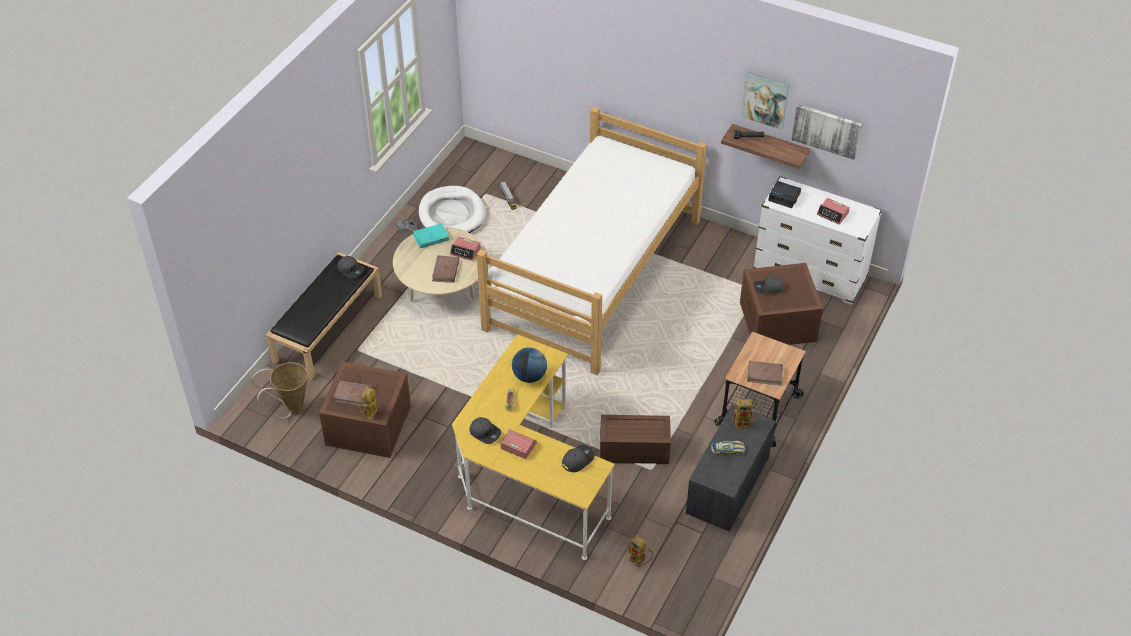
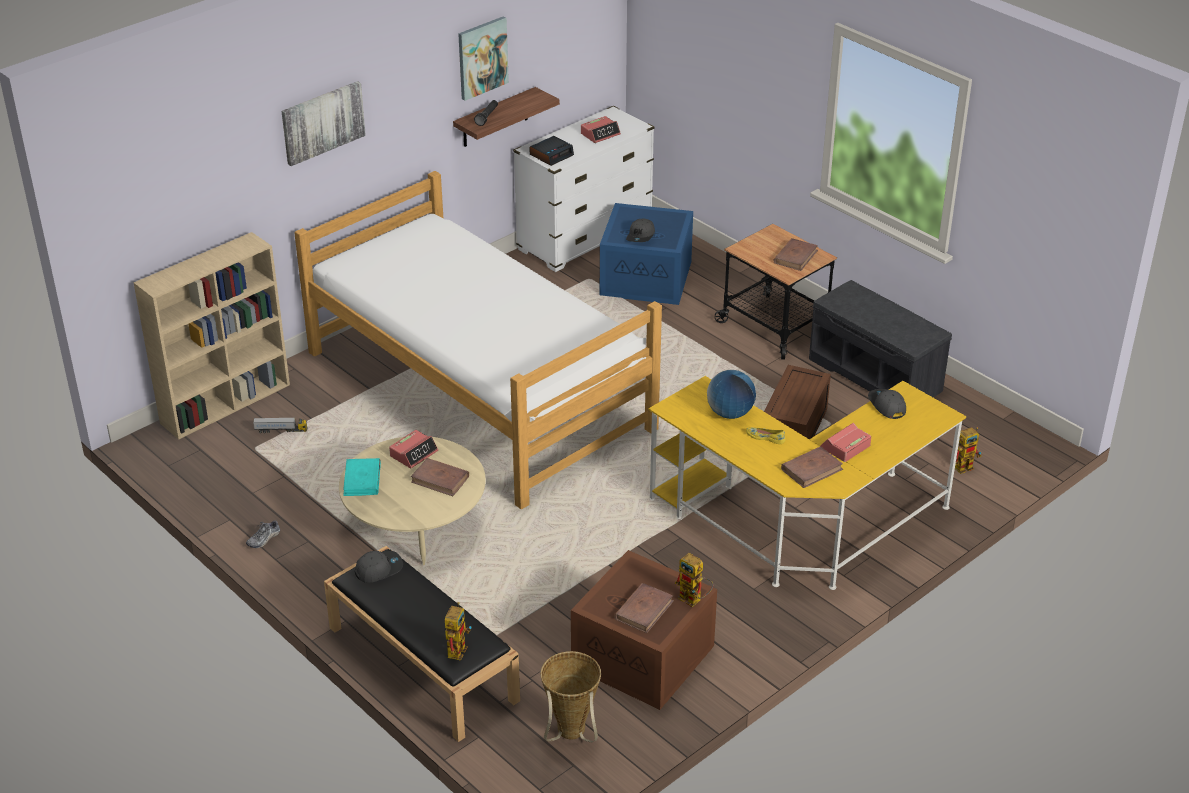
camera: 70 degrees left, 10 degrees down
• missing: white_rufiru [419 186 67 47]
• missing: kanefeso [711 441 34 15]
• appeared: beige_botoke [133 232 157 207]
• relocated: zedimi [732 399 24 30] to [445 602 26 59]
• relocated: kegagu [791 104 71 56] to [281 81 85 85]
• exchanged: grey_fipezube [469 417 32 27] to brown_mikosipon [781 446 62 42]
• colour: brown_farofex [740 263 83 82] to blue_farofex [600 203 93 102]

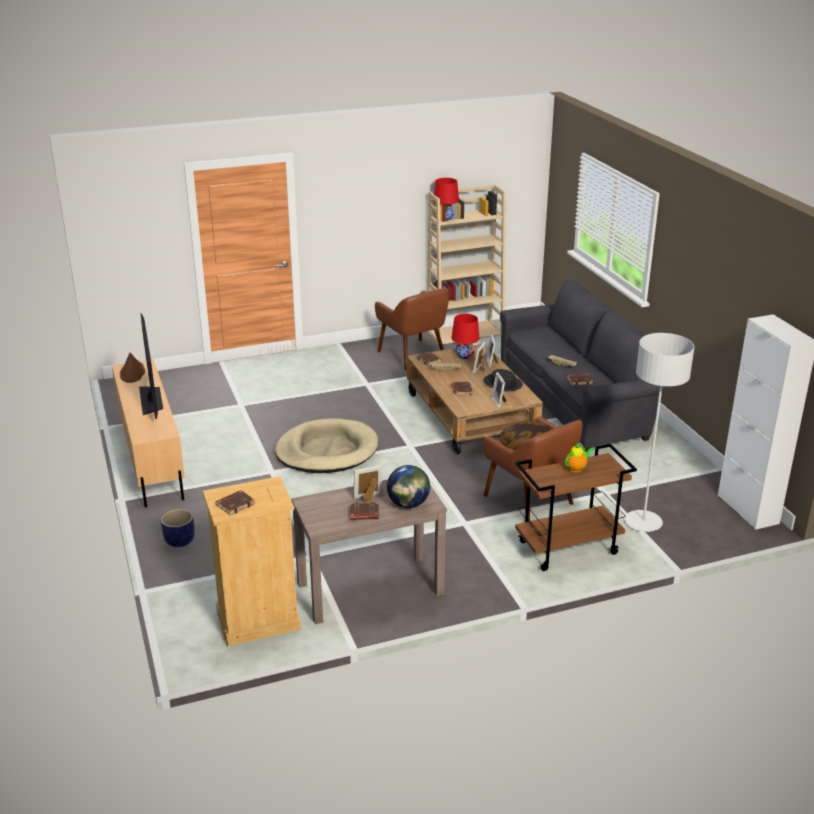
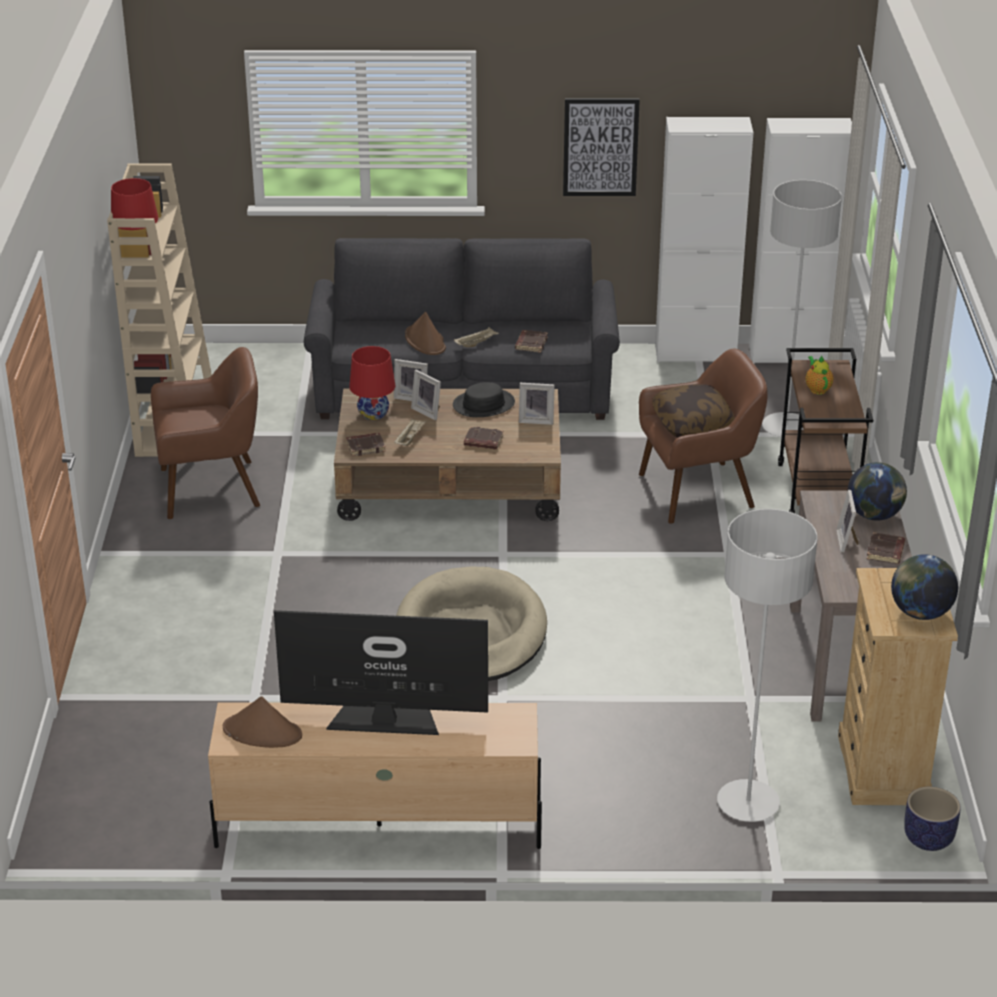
camera: 70 degrees left, 5 degrees up
• appeared: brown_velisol [405 312 41 43]
• appeared: kegagu [563 98 77 98]
• appeared: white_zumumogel [655 117 98 245]
• appeared: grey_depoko [717 509 101 313]
• relocated: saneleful [161 509 34 38] to [904 787 57 64]
• exchanged: brown_mikosipon [216 490 39 26] to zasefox [891 554 67 66]

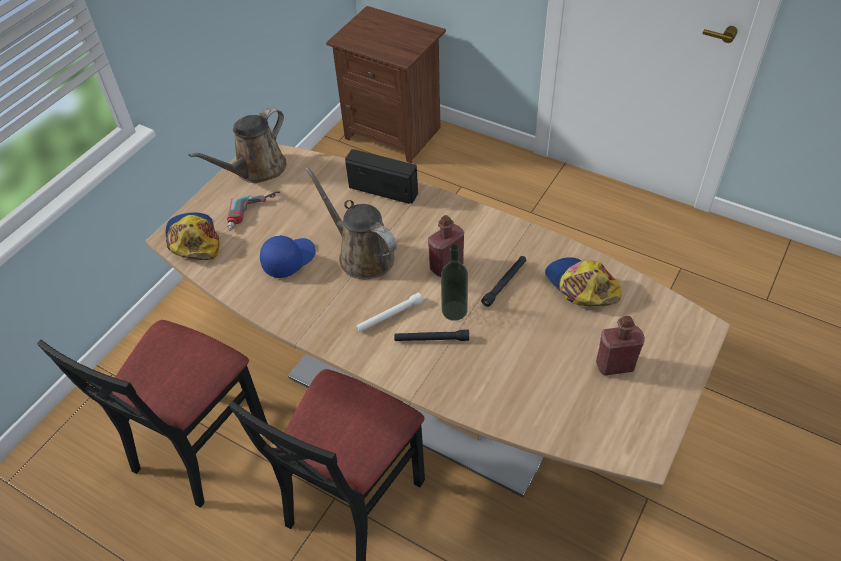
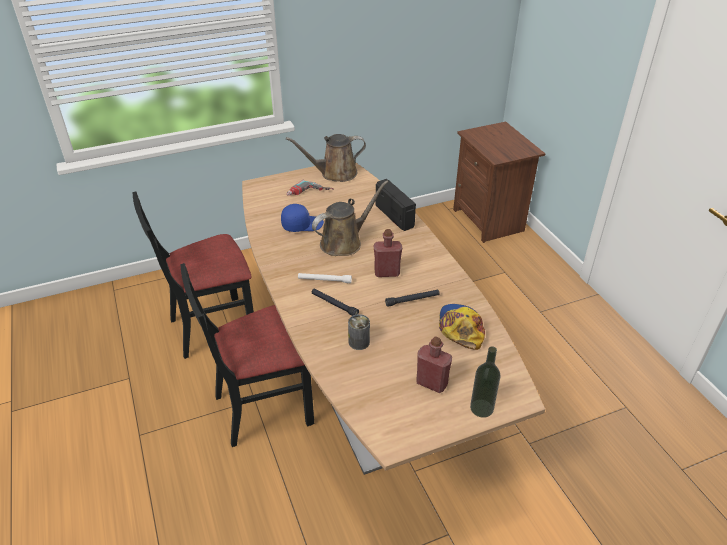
camera: 35 degrees right, 10 degrees down
• missing: fipezube [165 212 54 48]
• appeared: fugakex [348 314 22 36]
• relocated: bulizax [441 244 27 77] to [470 346 30 72]
• spun: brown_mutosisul [305 167 92 112] = [312 181 76 75] 60 degrees clockwise

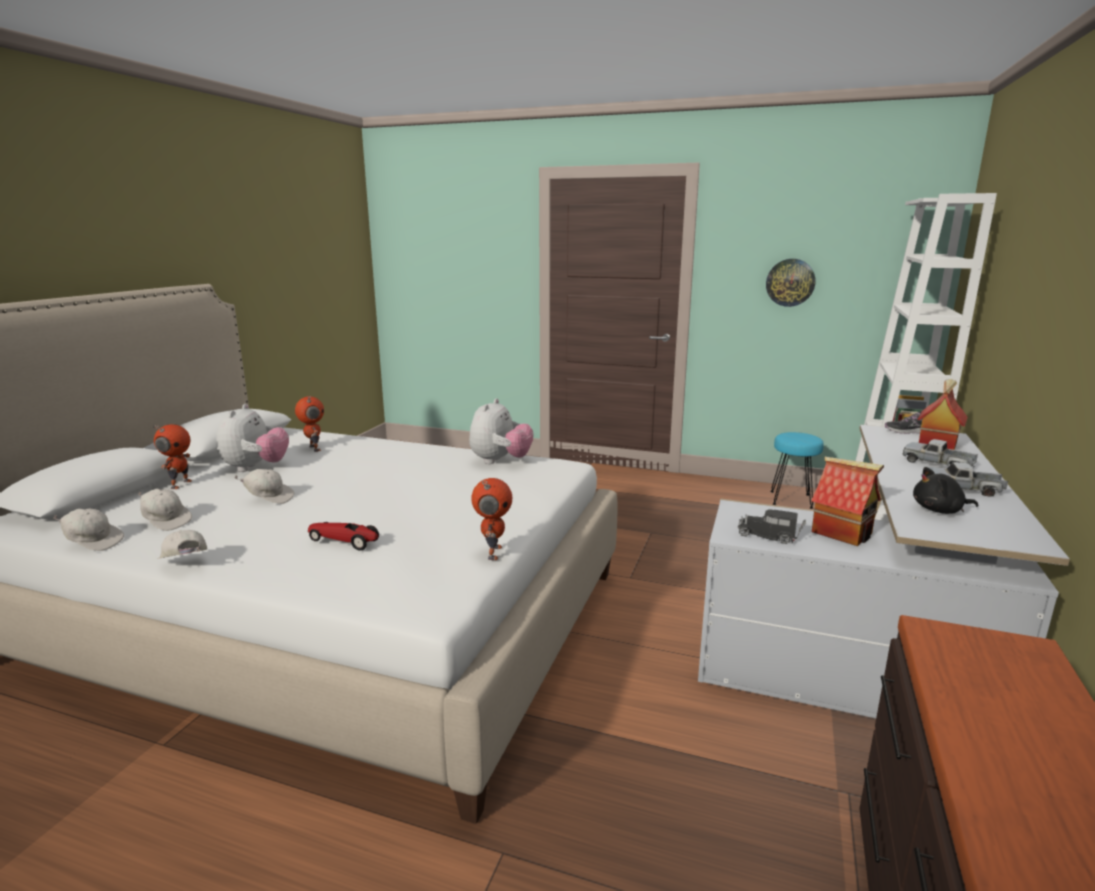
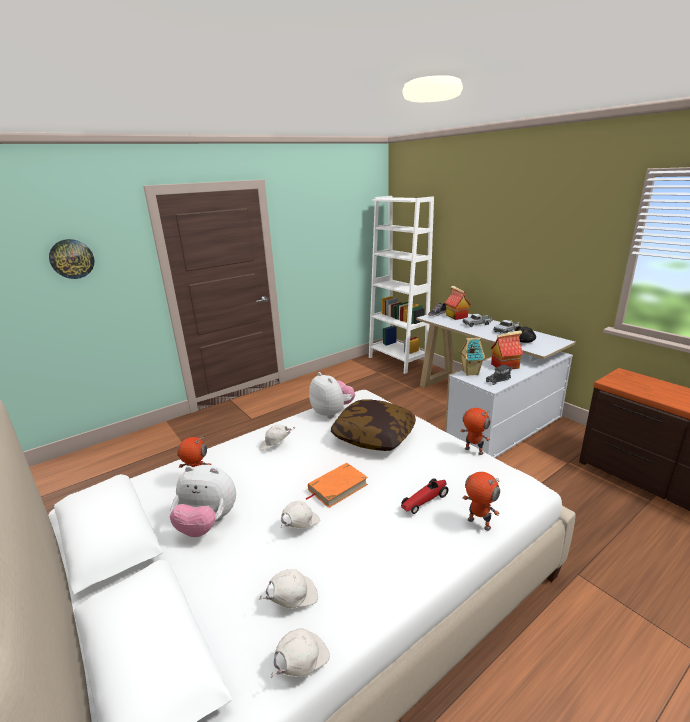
camera: 55 degrees left, 5 degrees up
• missing: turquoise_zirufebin [770 432 54 77]
• appeared: orange_mikosipon [306 463 62 45]
• appeared: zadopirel [331 400 85 51]
• appeared: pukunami [460 337 25 39]
• relocated: zedimi [153 424 39 65] to [462 472 38 59]
• relocated: white_fipezube [157 530 51 29] to [260 425 35 26]
• relocated: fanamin [766 259 50 48] to [49 239 45 40]
• spun: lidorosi [216 404 73 68] = [170 465 66 72] 150 degrees clockwise

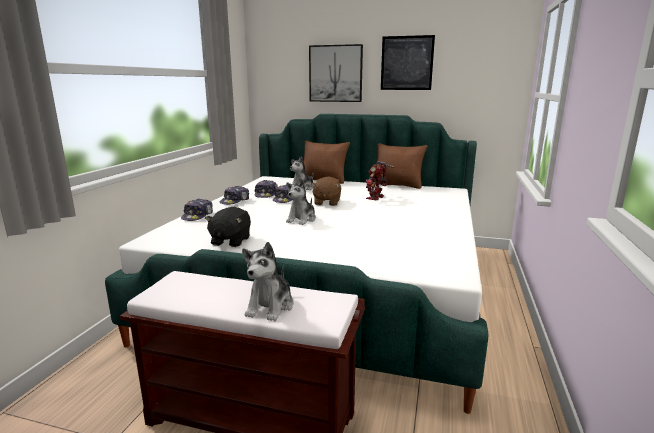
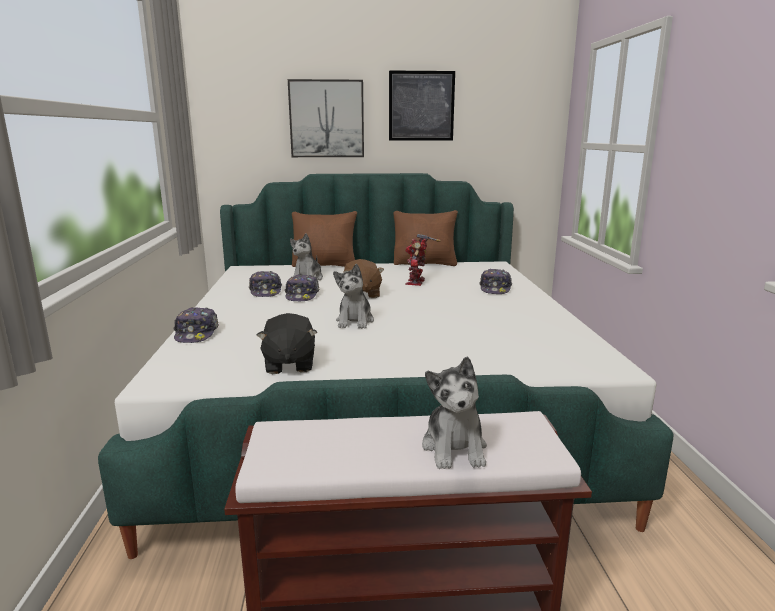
camera: 20 degrees left, 0 degrees up
• relocated: fipezube [220 186 29 19] to [480 269 32 25]

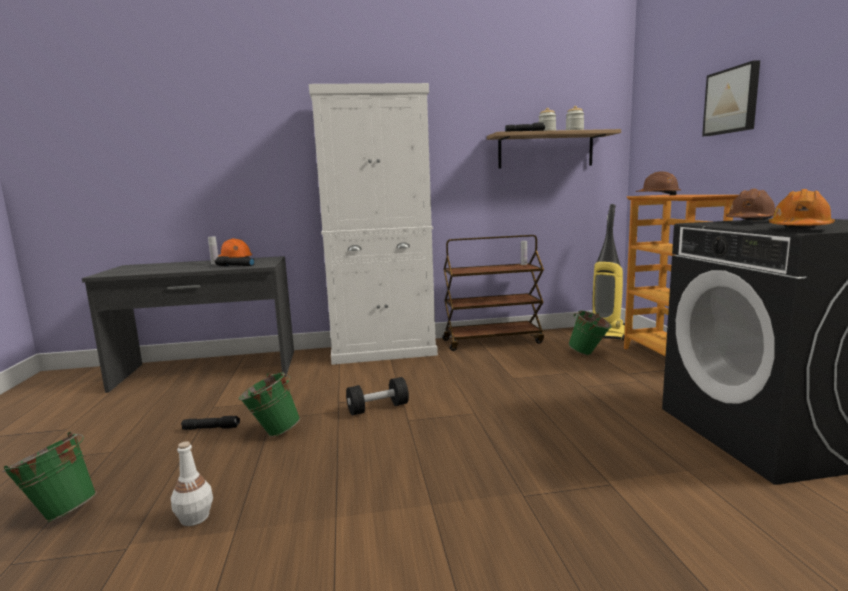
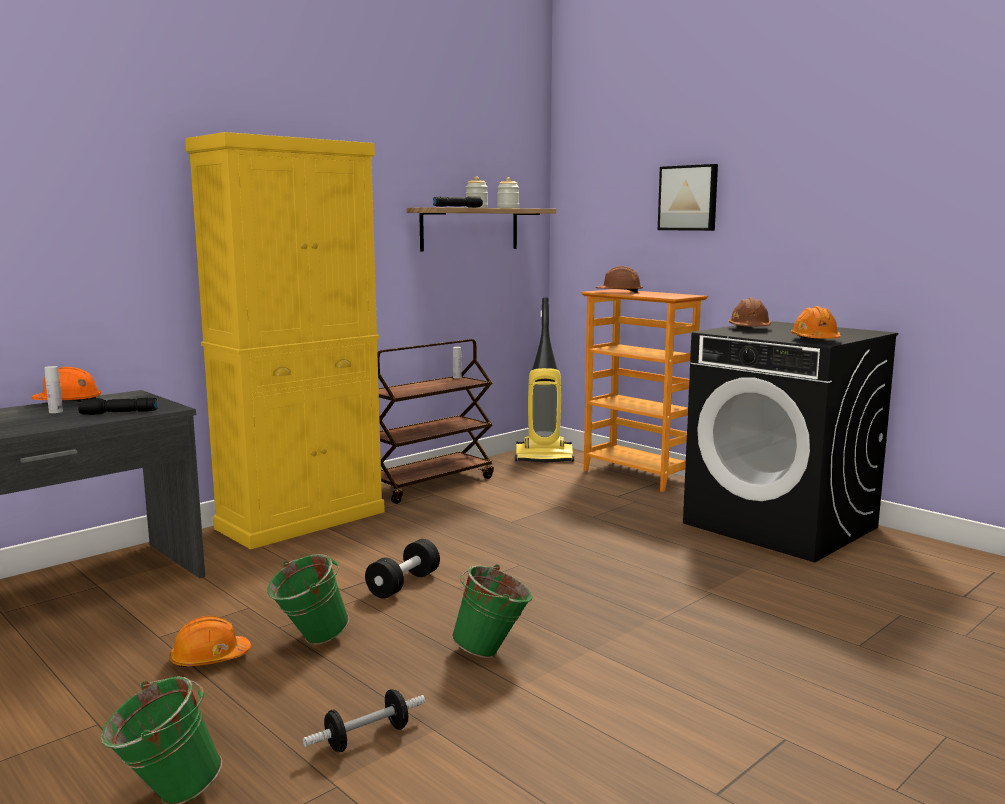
camera: 35 degrees left, 0 degrees up
• relocated: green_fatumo [568 310 44 45] to [451 564 82 94]
• exchanged: white_bulizax [171 441 42 85] to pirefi [303 689 123 63]
• exchanged: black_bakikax [181 416 59 14] to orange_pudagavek [169 616 82 51]
• colour: white_zumumogel [309 83 129 282] to yellow_zumumogel [185 132 200 417]

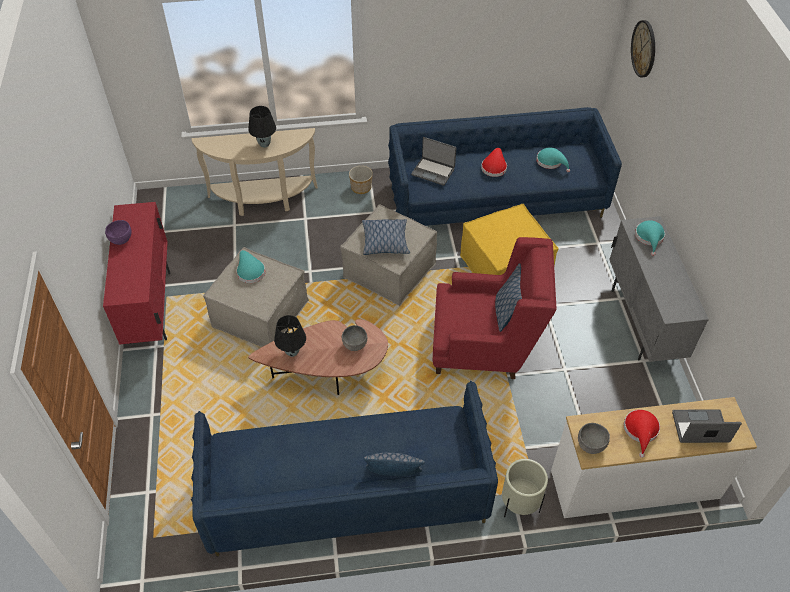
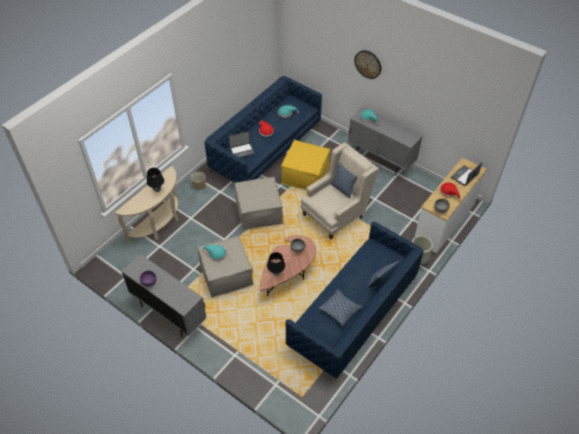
camera: 45 degrees left, 0 degrees up
• relocated: zadopirel [362 219 48 36] to [318 289 44 38]
• relocated: fanamin [631 20 24 57] to [354 50 27 29]
• colour: red_zumumogel [103 202 67 143] to grey_zumumogel [121 254 86 83]
• colour: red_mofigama [433 237 124 142] to beige_mofigama [301 142 78 97]

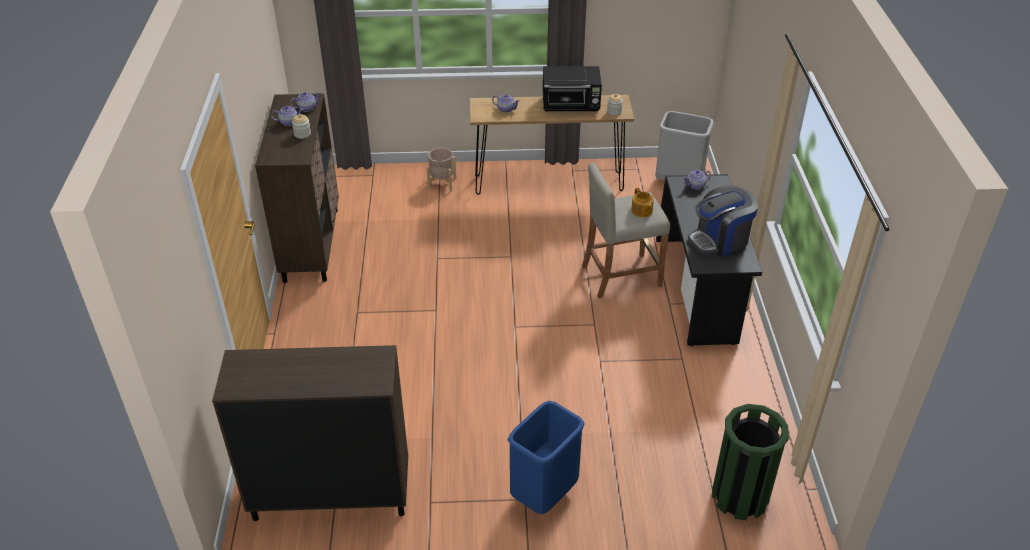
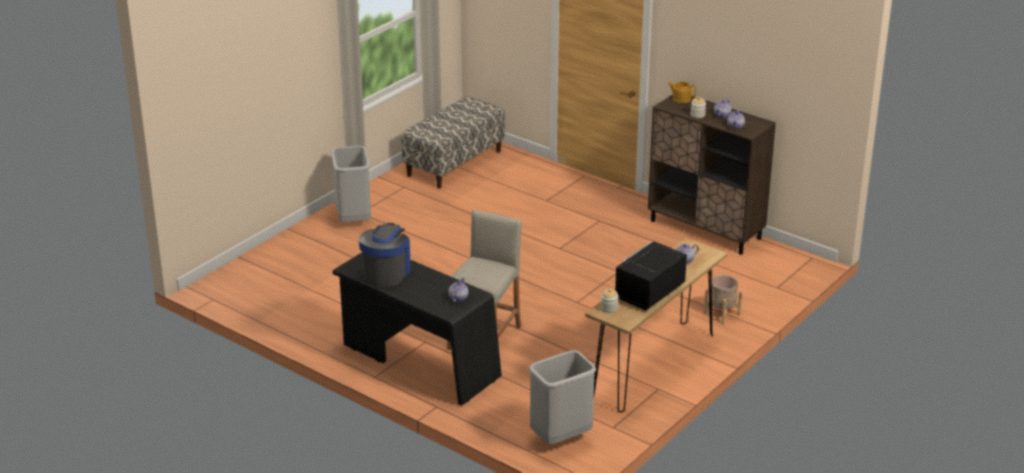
camera: 130 degrees right, 10 degrees down
• missing: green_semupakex [712 404 77 116]
• relocated: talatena [631 187 23 30] to [668 81 28 22]
• exchanged: brown_zumumogel [212 345 196 176] to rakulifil [402 96 103 93]
• colour: blue_semupakex [508 401 77 113] to grey_semupakex [331 146 40 76]

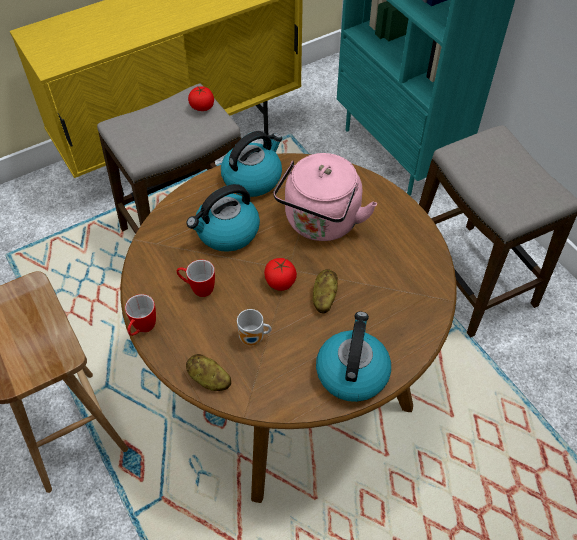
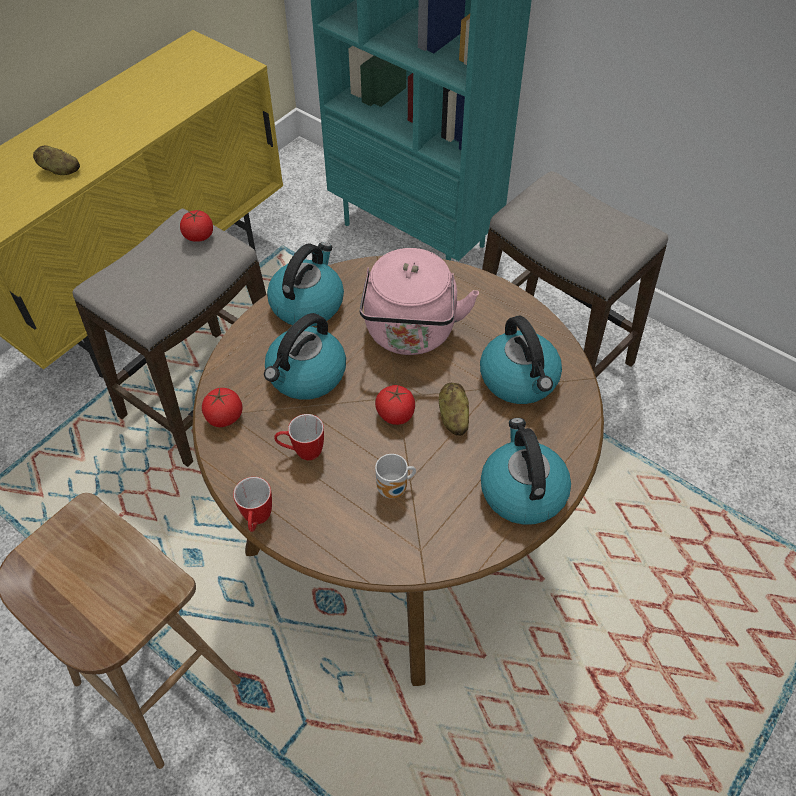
camera: 20 degrees left, 0 degrees up
• appeared: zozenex [202 388 41 39]
• appeared: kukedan [480 316 82 88]
• relocated: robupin [186 354 45 37] to [33 145 47 30]

